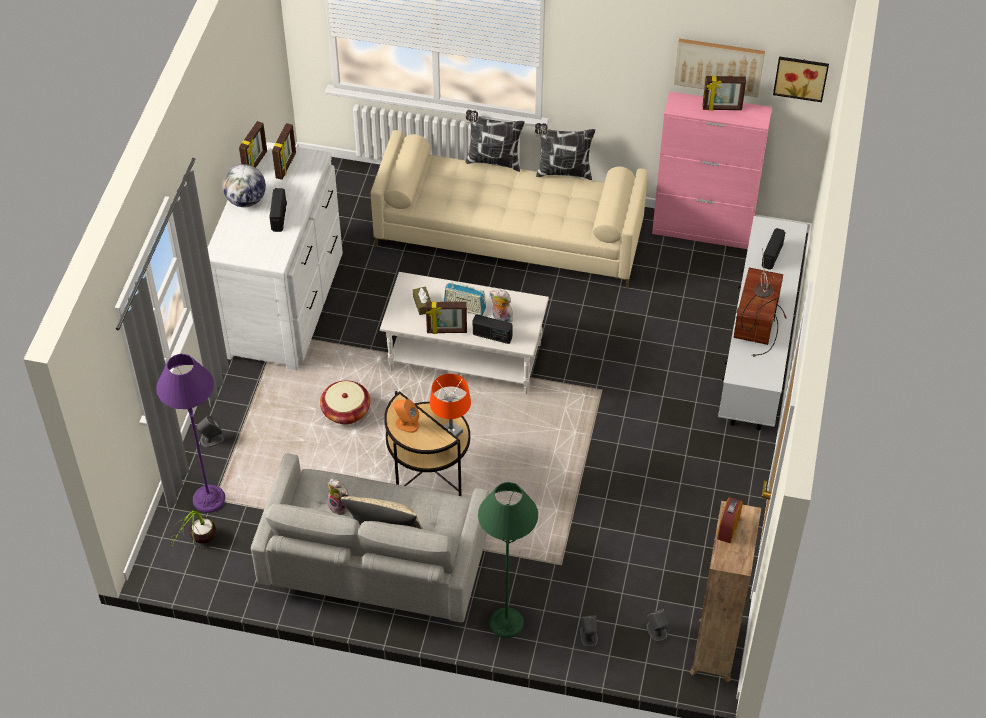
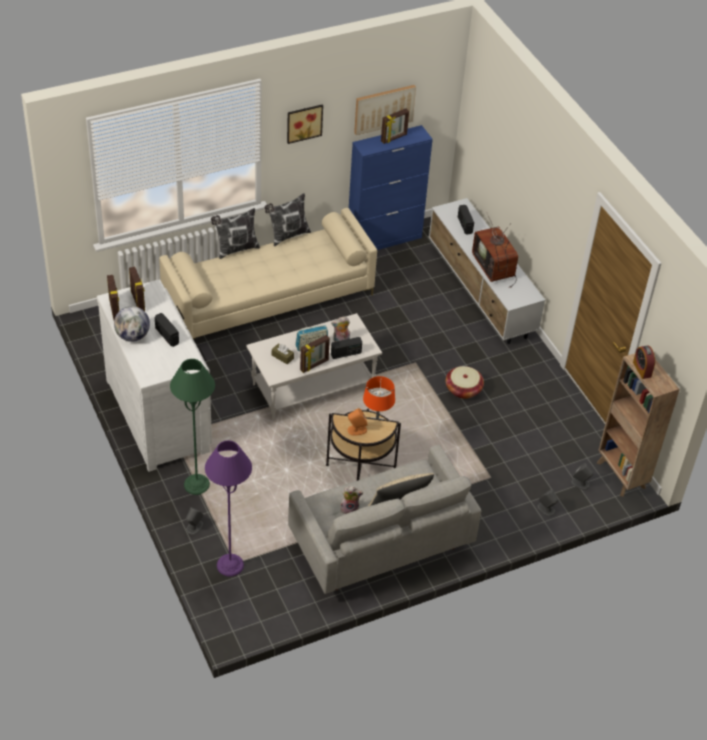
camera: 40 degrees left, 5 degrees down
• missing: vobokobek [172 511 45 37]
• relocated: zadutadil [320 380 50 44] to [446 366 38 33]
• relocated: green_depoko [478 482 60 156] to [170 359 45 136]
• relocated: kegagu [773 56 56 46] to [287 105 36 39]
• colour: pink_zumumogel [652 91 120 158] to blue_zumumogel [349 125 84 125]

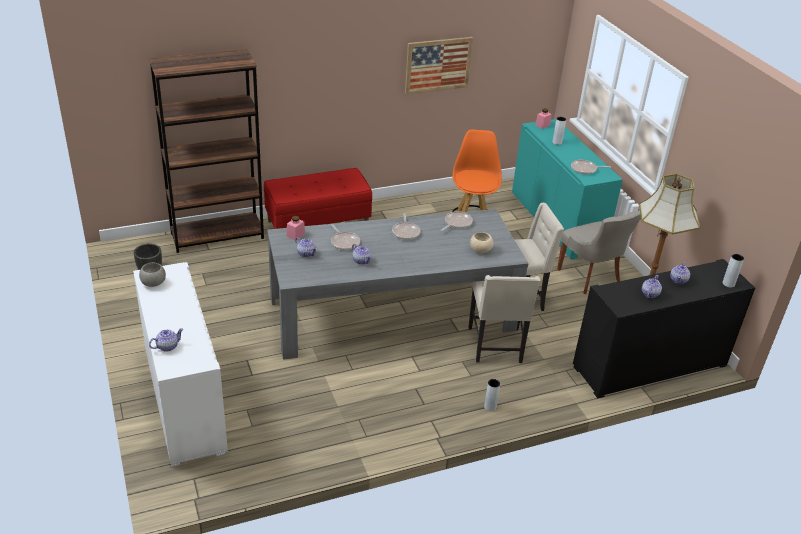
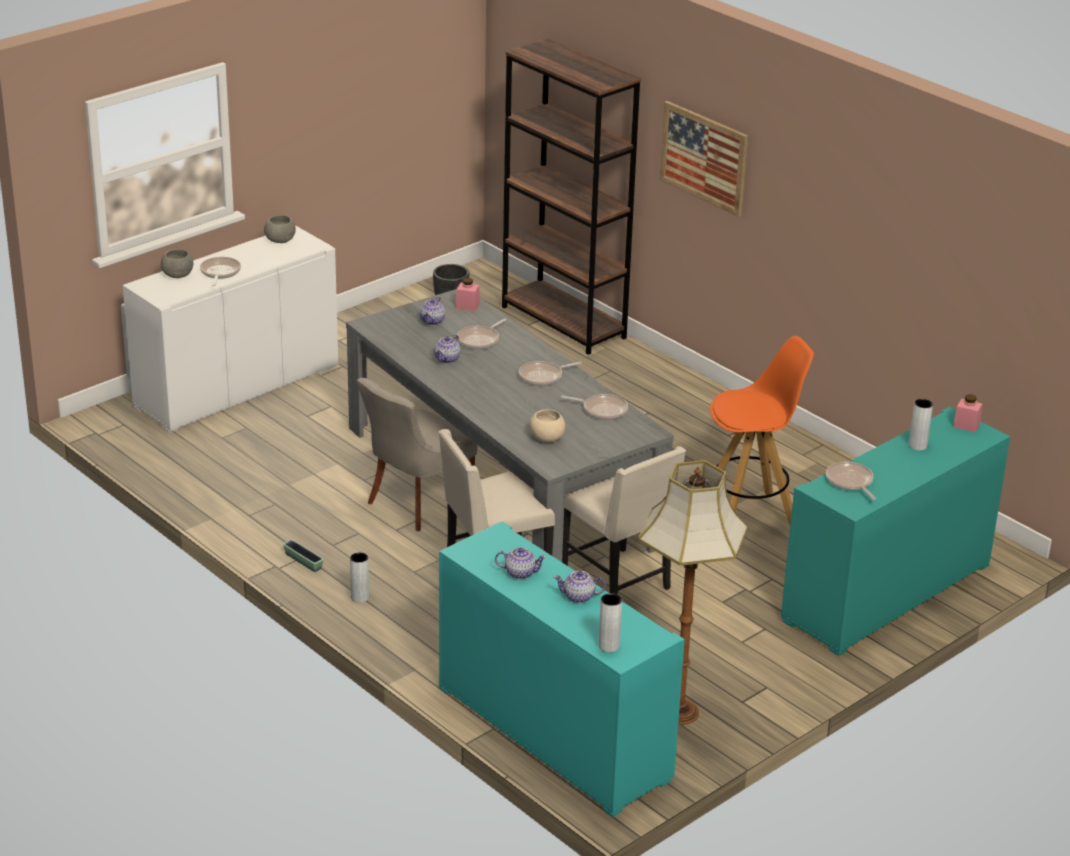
camera: 70 degrees right, 5 degrees down
• missing: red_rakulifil [264 168 108 61]
• appeared: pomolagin [200 257 41 29]
• appeared: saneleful [283 539 41 33]
• relocated: kegagu [405 37 68 57] to [660 101 88 116]
• relocated: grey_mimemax [557 211 84 83] to [356 378 121 153]
• exchanged: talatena [149 328 34 24] to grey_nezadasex [161 249 32 29]
• colour: black_zumumogel [573 259 182 139] to turquoise_zumumogel [439 521 246 296]

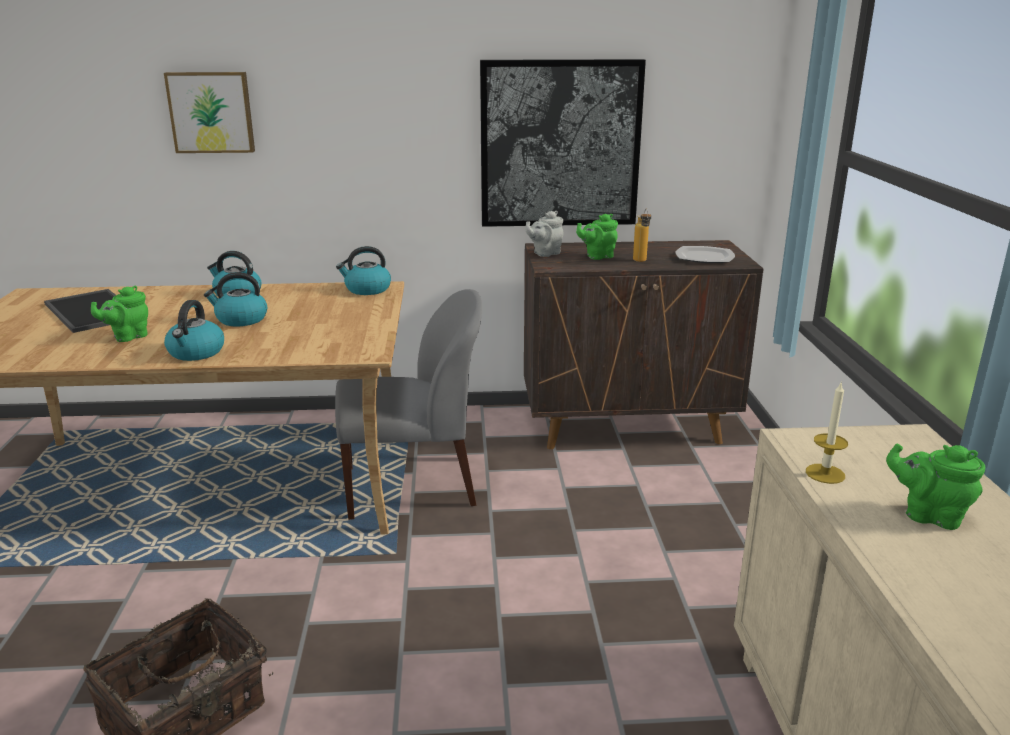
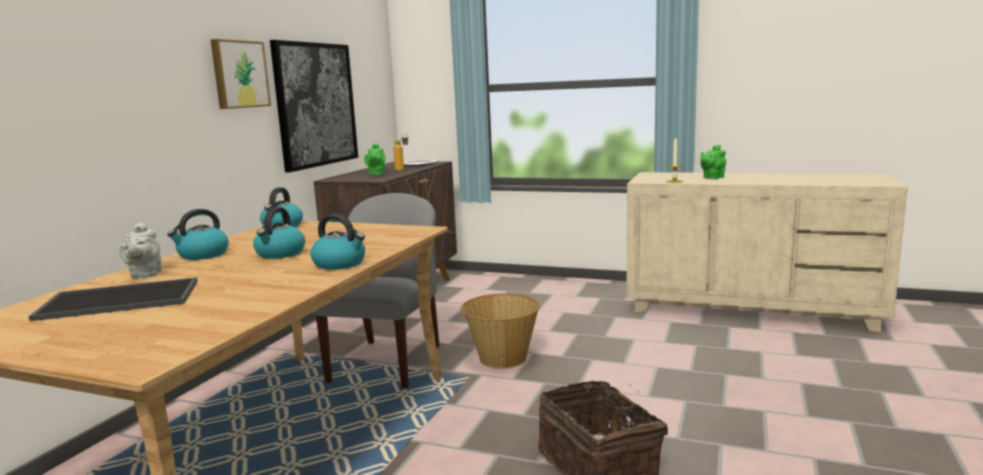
camera: 65 degrees left, 10 degrees down
• missing: green_talatena [91 286 57 56]
• appeared: zadutadil [461 293 79 76]
• relocated: kegagu [164 72 91 81] to [210 39 61 70]
• relocated: grey_talatena [526 211 37 46] to [119 222 43 56]

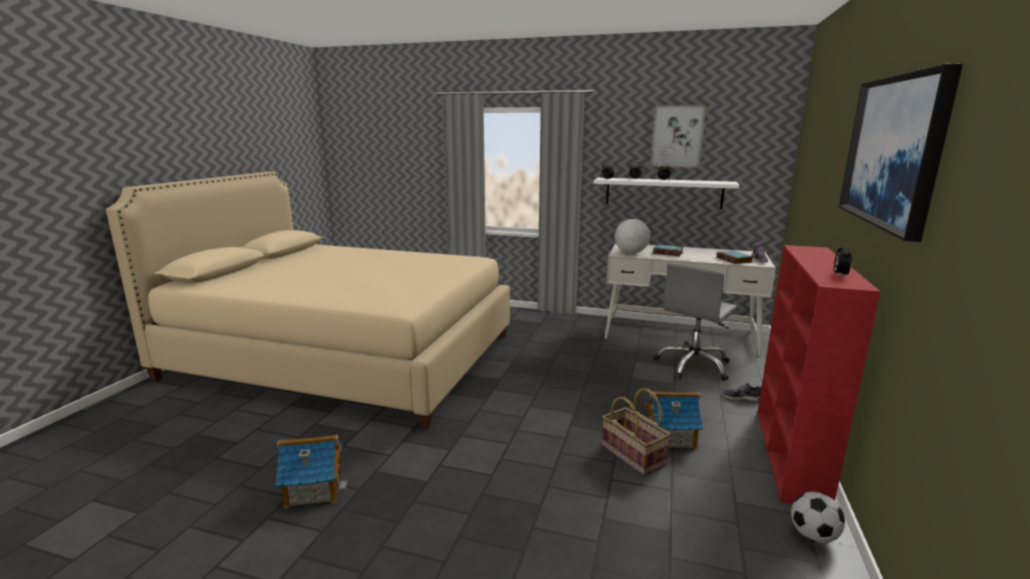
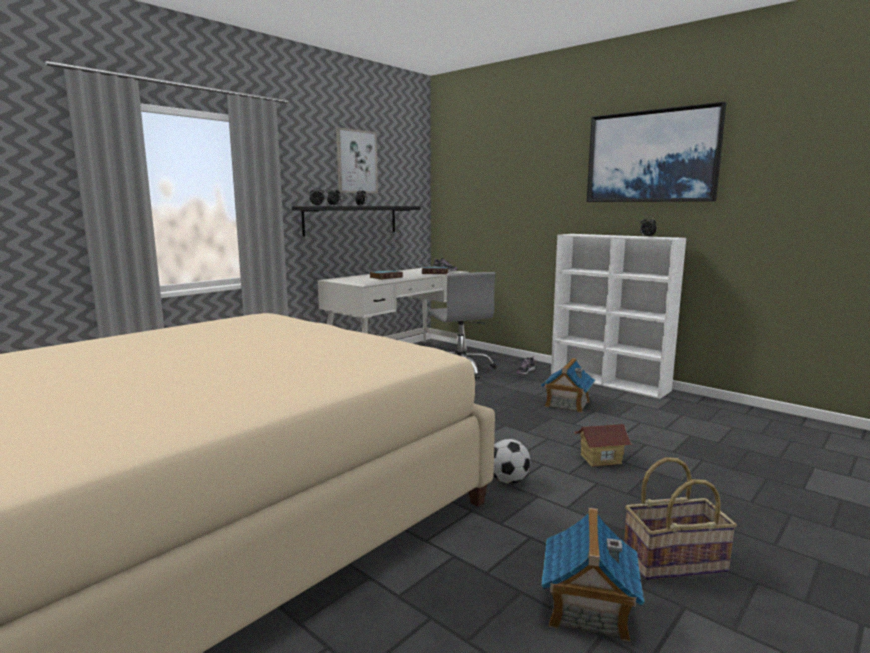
camera: 65 degrees left, 5 degrees down
• missing: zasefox [615 219 35 35]
• appeared: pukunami [574 424 59 43]
• relocated: zadutadil [602 388 69 88] to [624 457 113 123]
• relocated: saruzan [791 492 54 51] to [494 439 36 45]
• colour: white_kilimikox [594 178 145 31] to black_kilimikox [292 206 129 31]
• colour: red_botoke [757 245 124 259] to white_botoke [551 234 135 165]

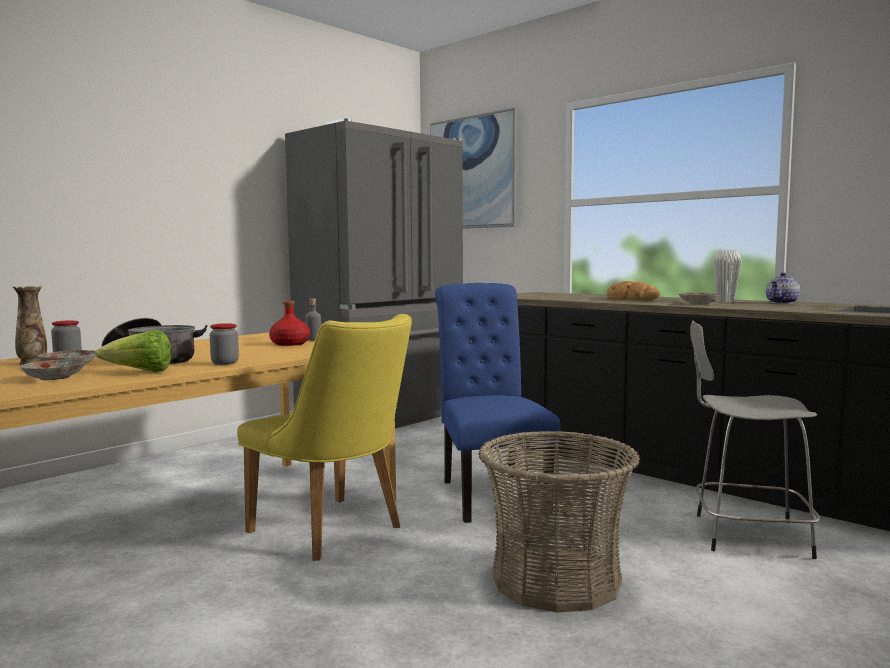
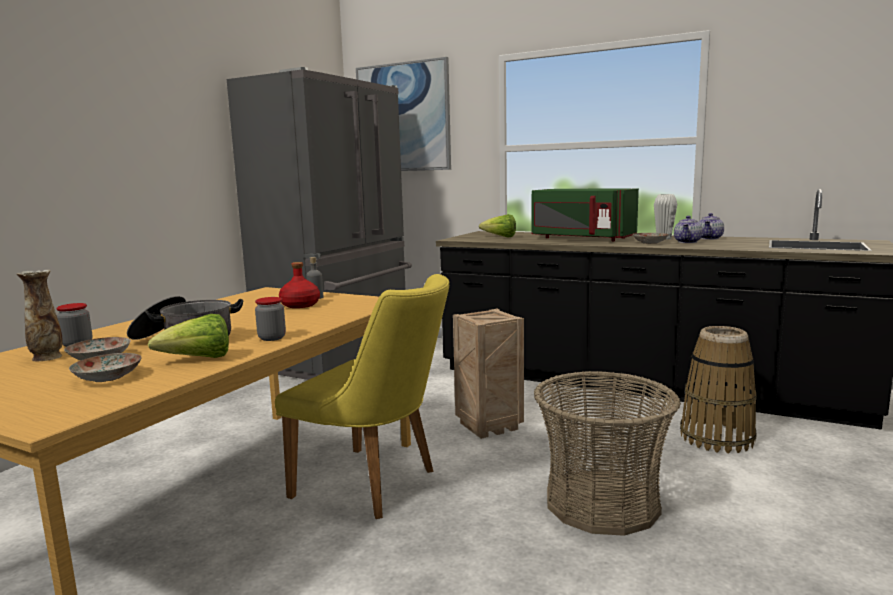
camera: 15 degrees left, 5 degrees up
• appeared: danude [479 214 37 23]
• appeared: talatena [674 216 29 27]
• exchanged: blue_mimemax [435 283 126 240] to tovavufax [453 308 71 131]
• exchanged: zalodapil [607 281 53 19] to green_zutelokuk [532 188 107 53]
• exchanged: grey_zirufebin [690 321 130 238] to zadutadil [680 326 77 127]

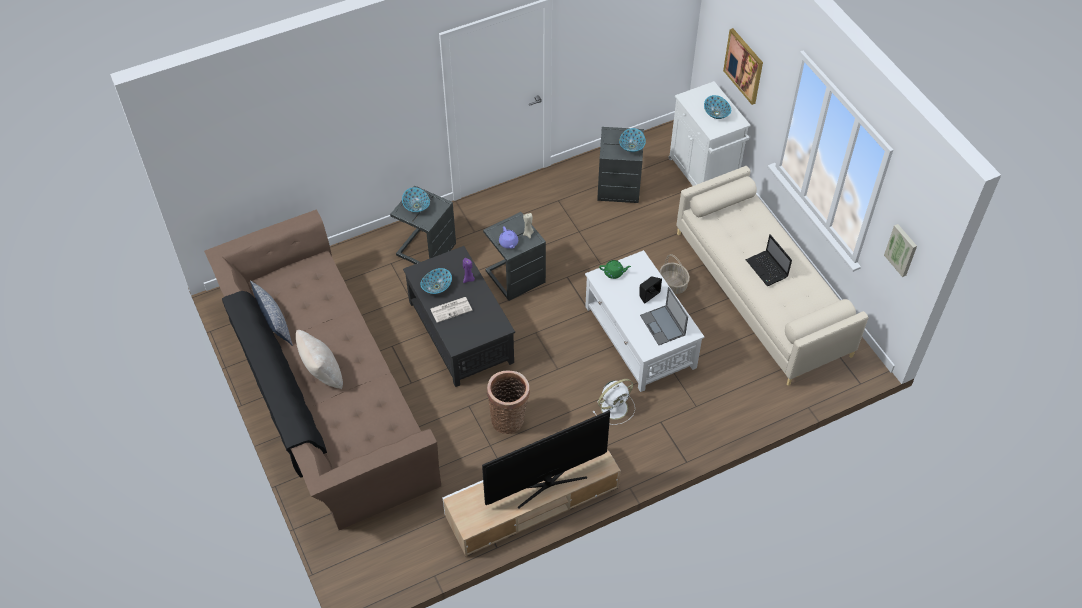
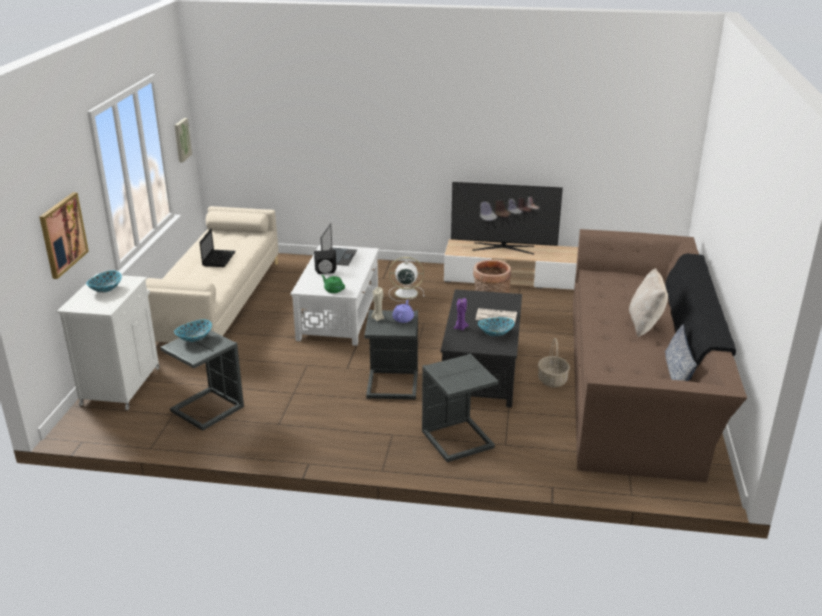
camera: 145 degrees left, 25 degrees down
• missing: nezadasex [402 187 28 26]
• relocated: zadutadil [659 254 31 40] to [538 338 32 50]

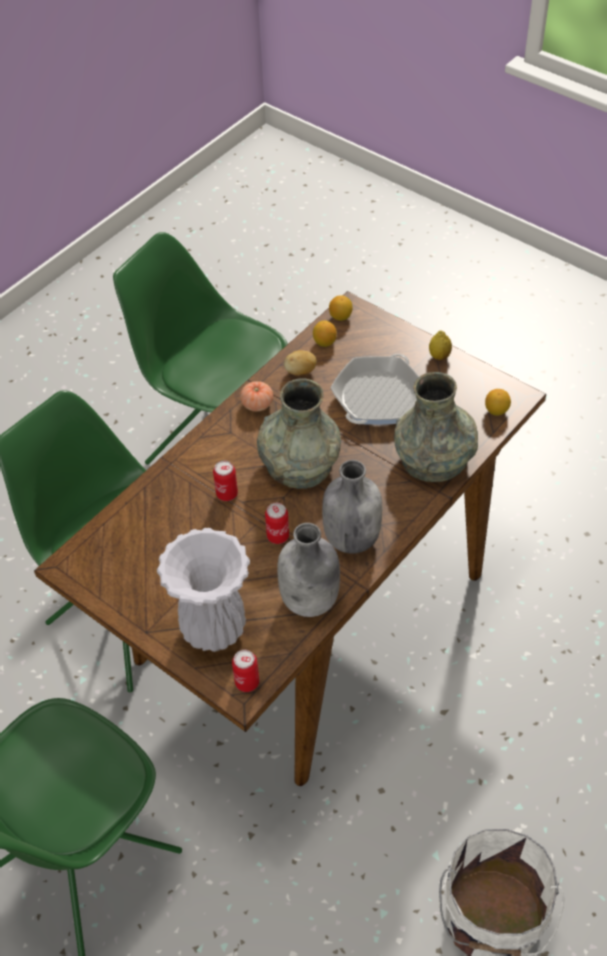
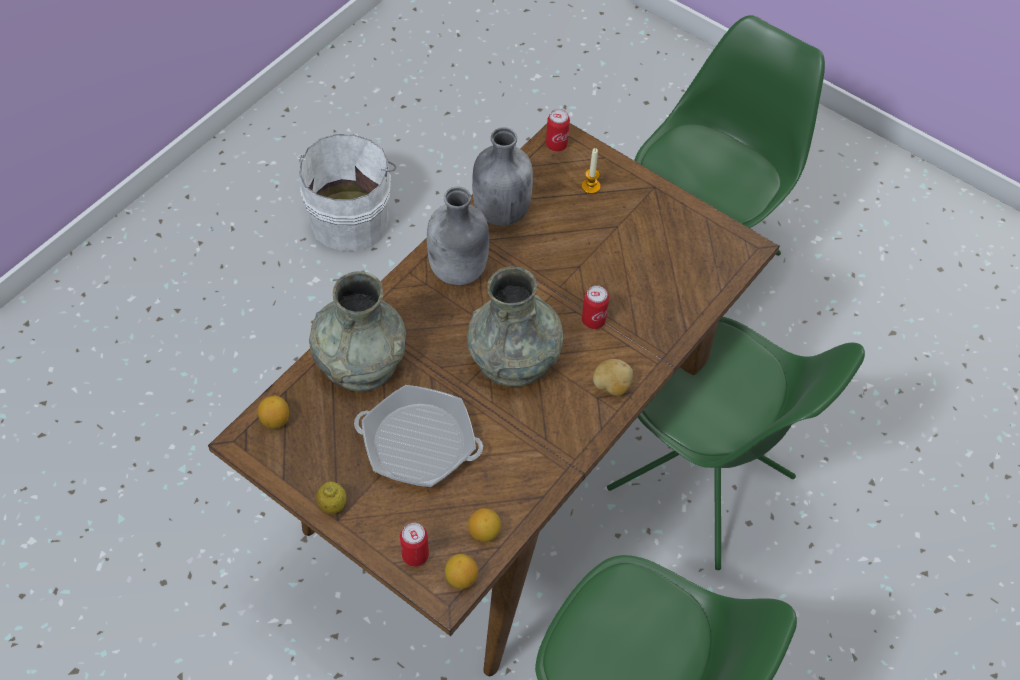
camera: 175 degrees right, 5 degrees up
• missing: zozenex [240 381 33 30]
• relocated: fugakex [265 503 24 41] to [400 523 29 44]
• relocated: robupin [284 350 33 25] to [593 359 40 37]
• exchanged: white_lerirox [157 528 93 124] to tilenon [582 148 18 46]
• spun: pomolagin [330 354 89 71] = [354 385 129 102] 75 degrees clockwise

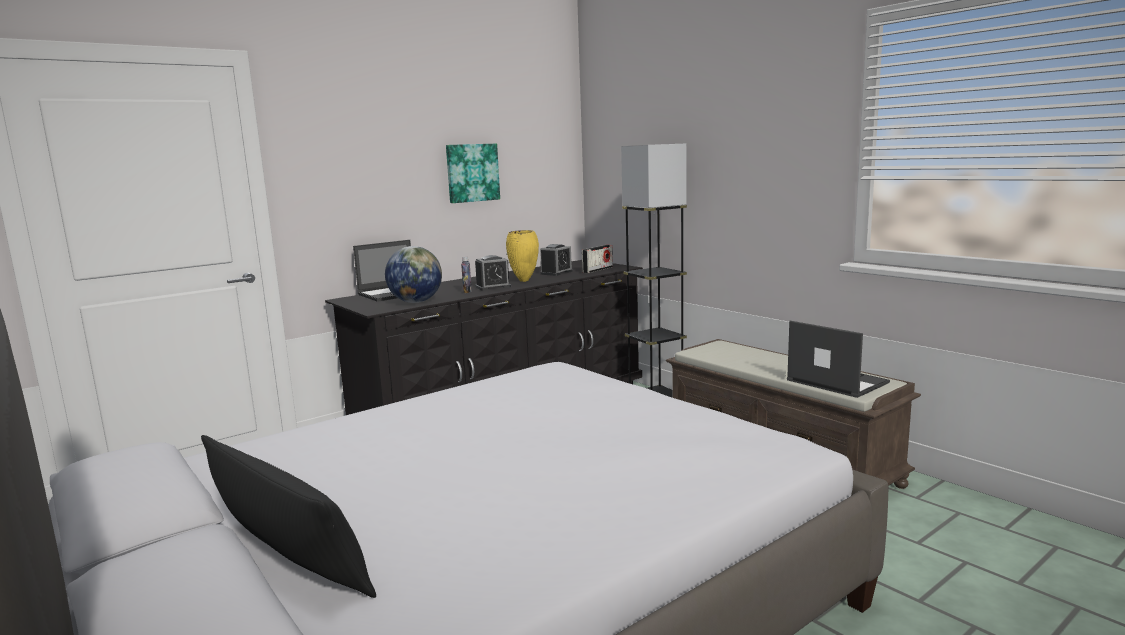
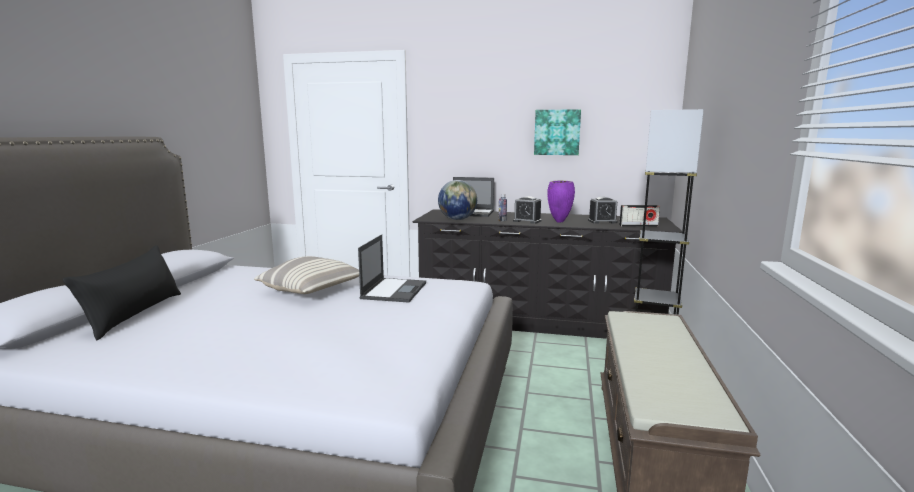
camera: 50 degrees right, 0 degrees up
• appeared: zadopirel [254 256 105 38]
• relocated: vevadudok [787 321 103 77] to [358 235 68 68]
• colour: yellow_lerirox [506 230 33 52] to purple_lerirox [547 181 28 42]

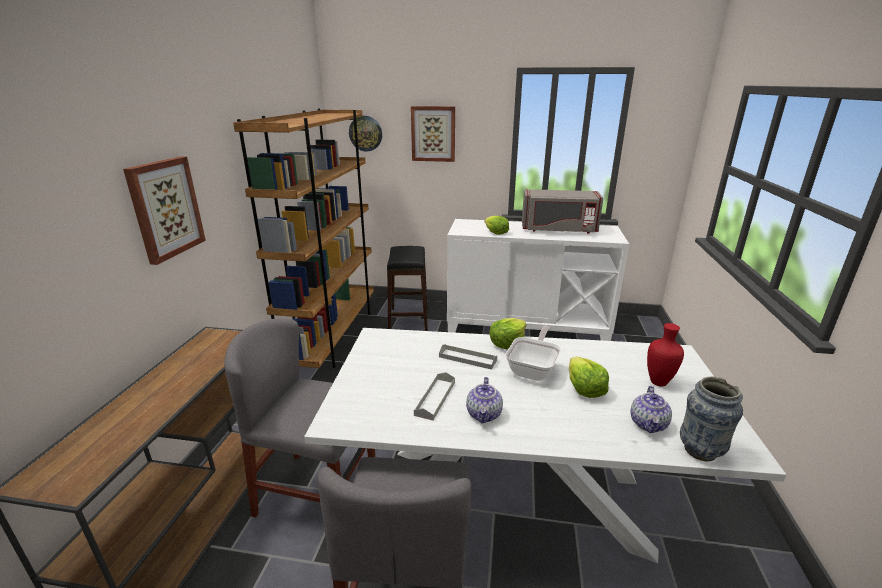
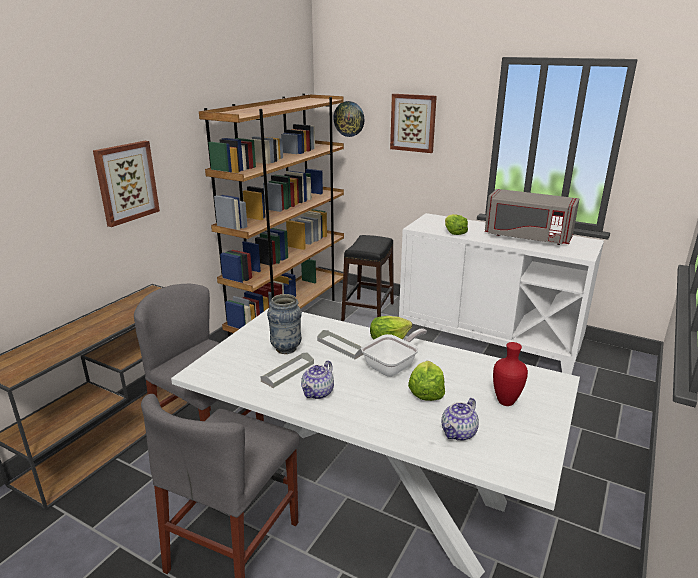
camera: 20 degrees right, 0 degrees up
• relocated: lerirox [680 376 63 85] to [267 294 35 60]

